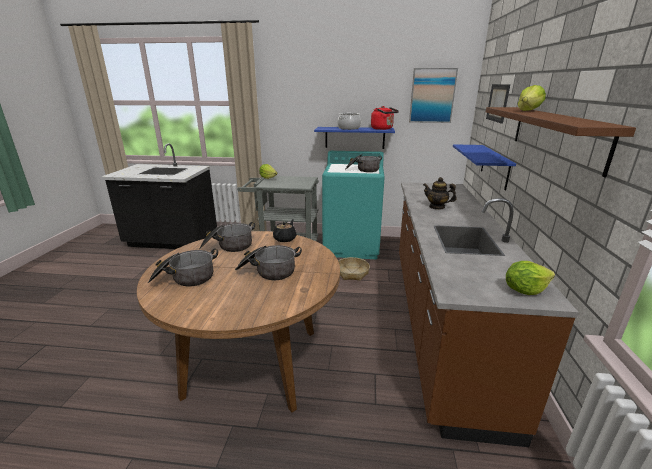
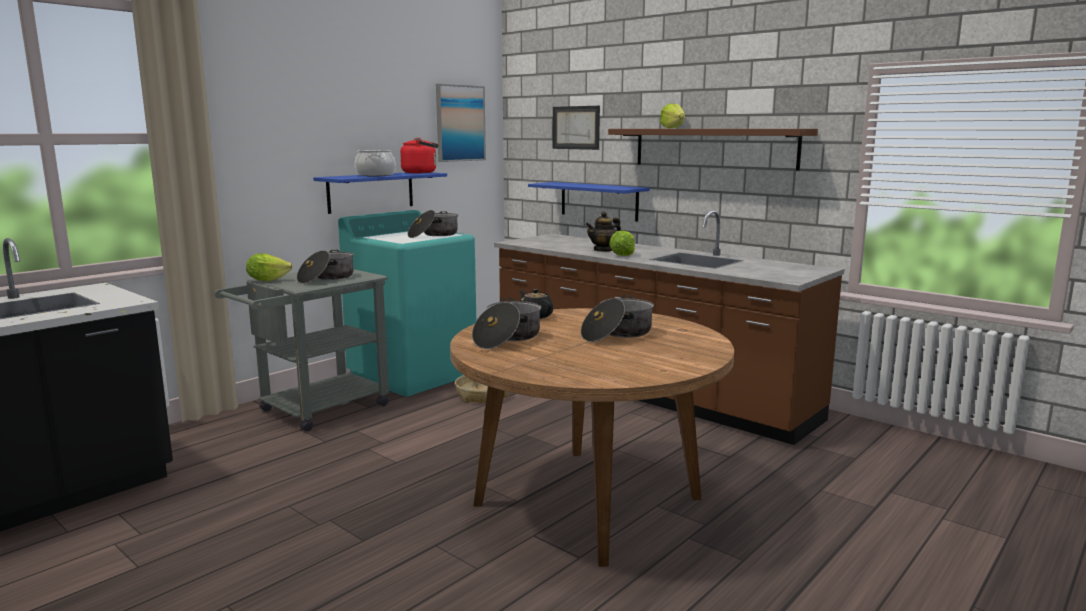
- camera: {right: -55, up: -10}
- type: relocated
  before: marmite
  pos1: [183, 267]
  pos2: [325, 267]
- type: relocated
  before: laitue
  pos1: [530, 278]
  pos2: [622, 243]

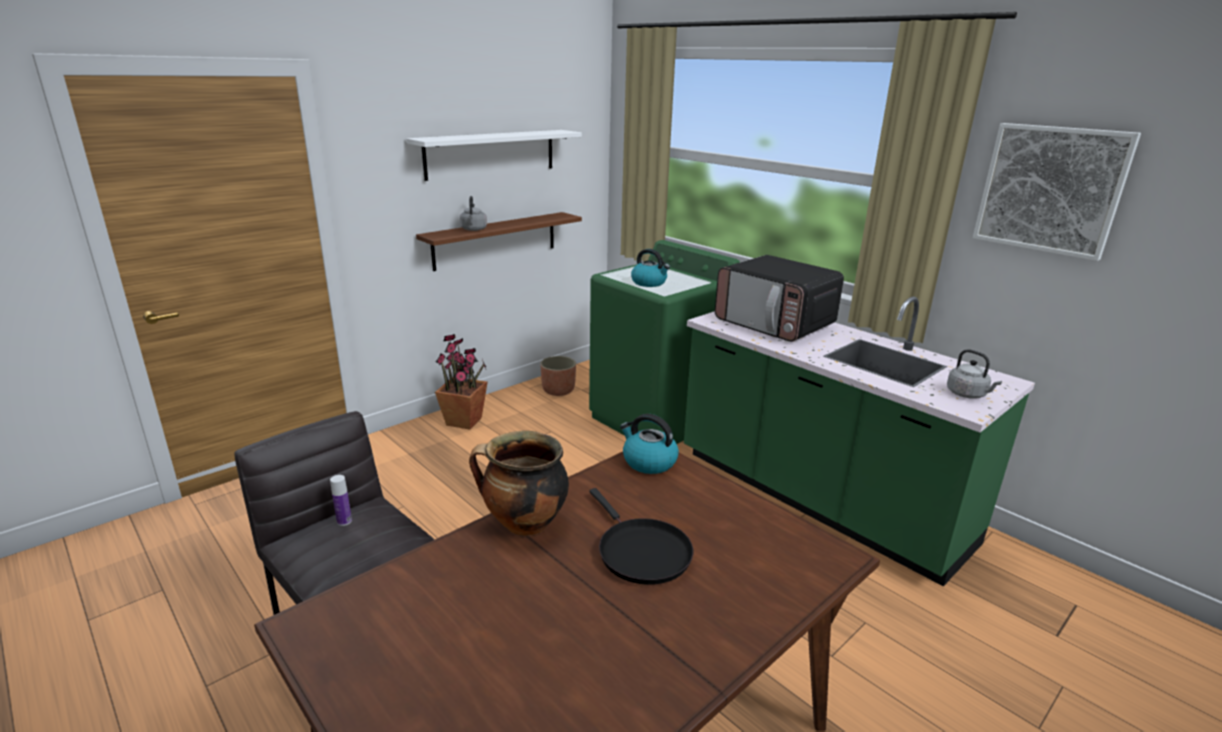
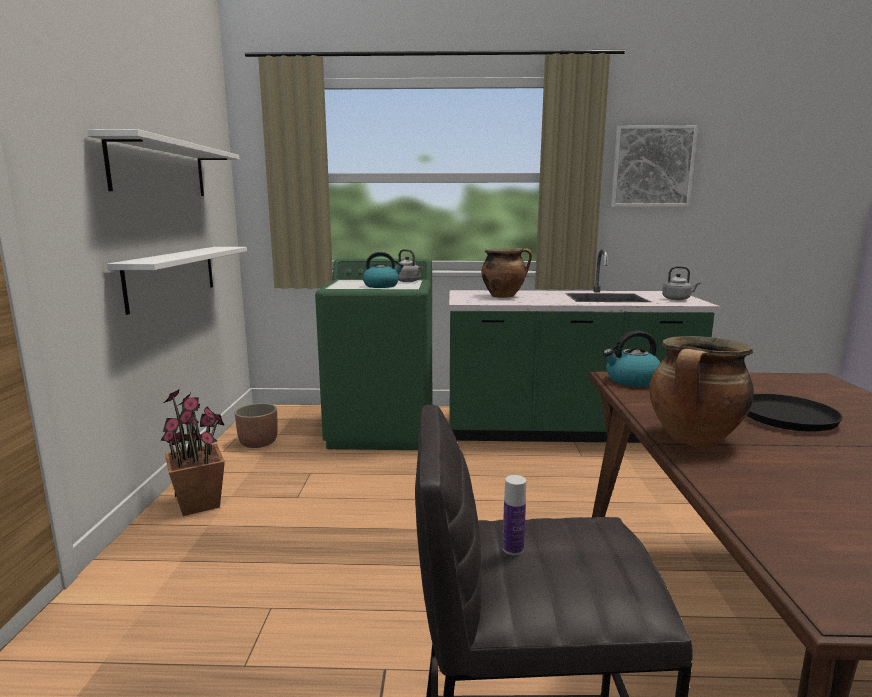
- camera: {right: -45, up: -10}
- type: colour
  before: étagère [marron]
  after: étagère [blanc]
  pos1: [499, 241]
  pos2: [177, 281]
- type: relocated
  before: bouilloire [gris]
  pos1: [473, 213]
  pos2: [409, 265]
- type: exchanged
  before: micro-ondes
  after: marmite
  pos1: [779, 298]
  pos2: [507, 273]

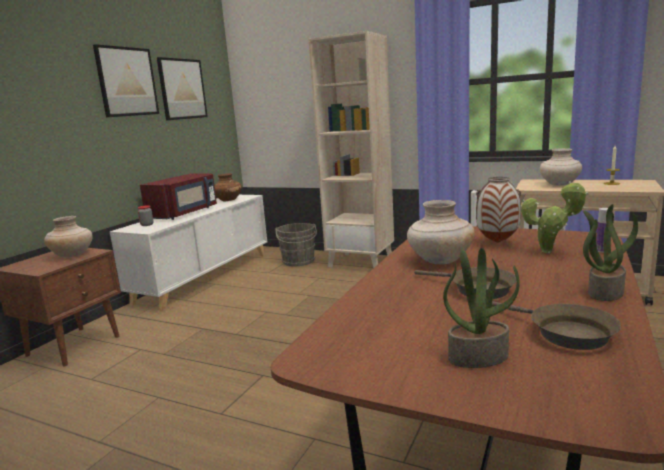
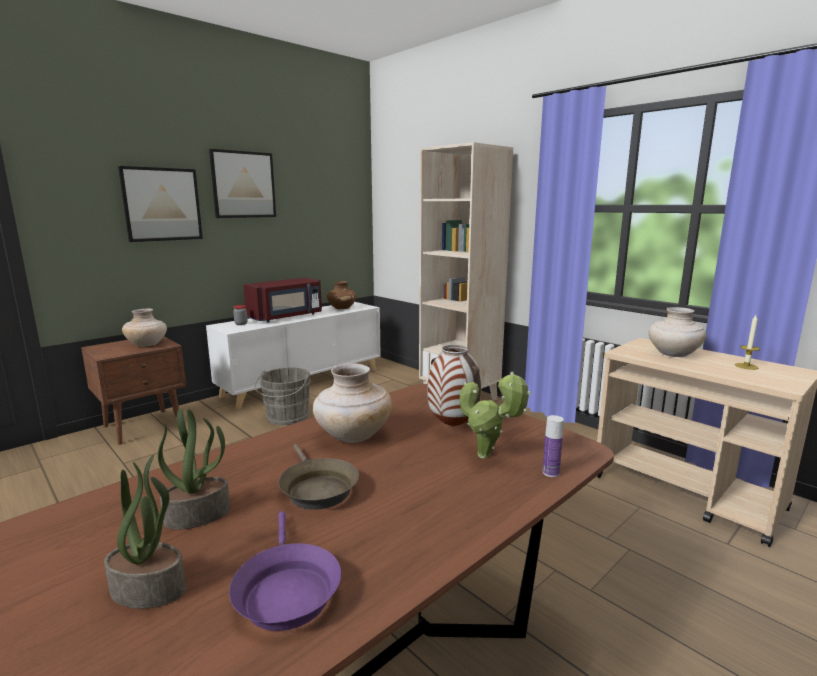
- camera: {right: 20, up: 0}
- type: relocated
  before: tableau
  pos1: [182, 88]
  pos2: [160, 204]
- type: relocated
  before: plante en pot
  pos1: [610, 252]
  pos2: [194, 469]
- type: colour
  before: poêle [marron]
  after: poêle [violet]
  pos1: [556, 325]
  pos2: [285, 571]
- type: relocated
  before: seau [gris]
  pos1: [296, 244]
  pos2: [282, 396]

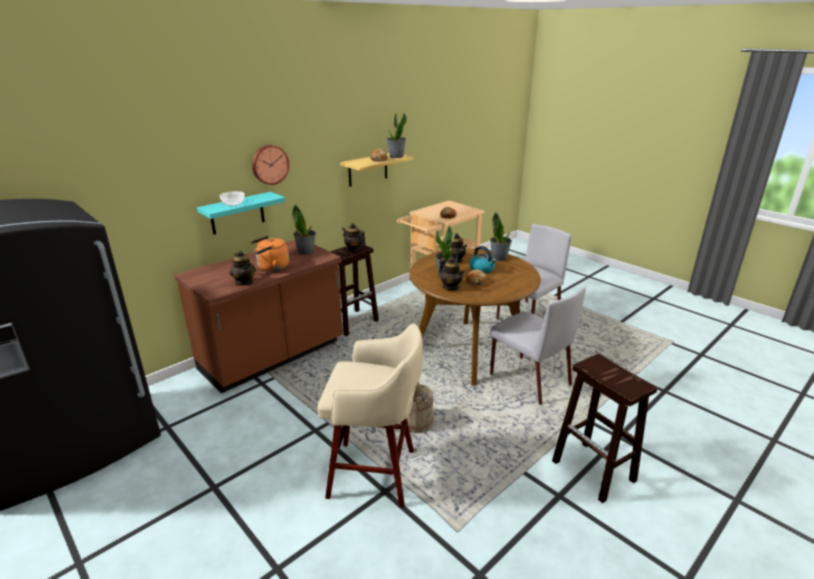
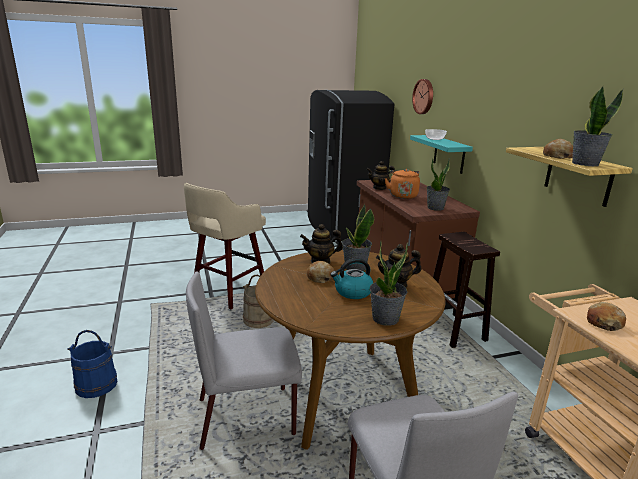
- camera: {right: 115, up: -5}
- type: exchanged
  before: tabouret [marron]
  after: seau [bleu]
  pos1: [604, 428]
  pos2: [92, 364]
- type: relocated
  before: horloge murale
  pos1: [270, 165]
  pos2: [422, 96]
- type: missing
  before: théière
  pos1: [354, 237]

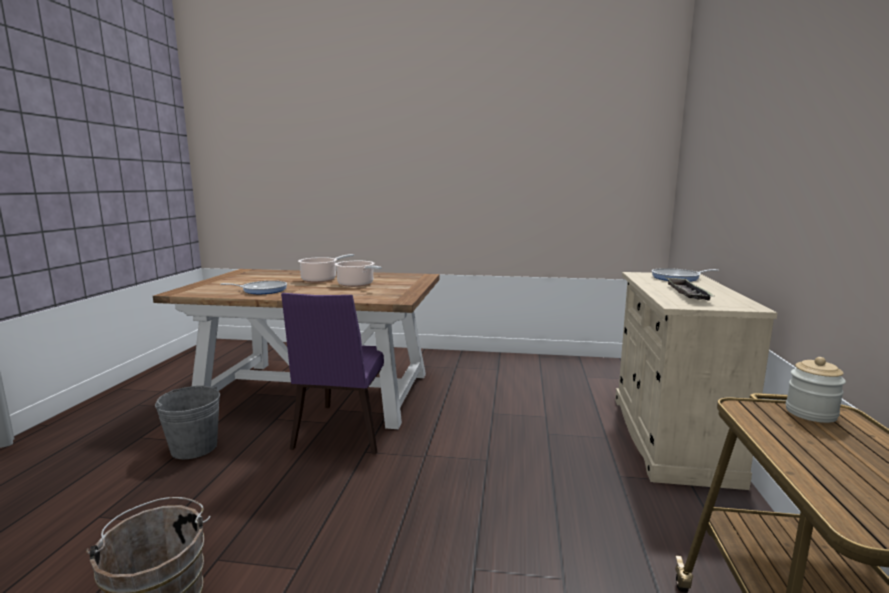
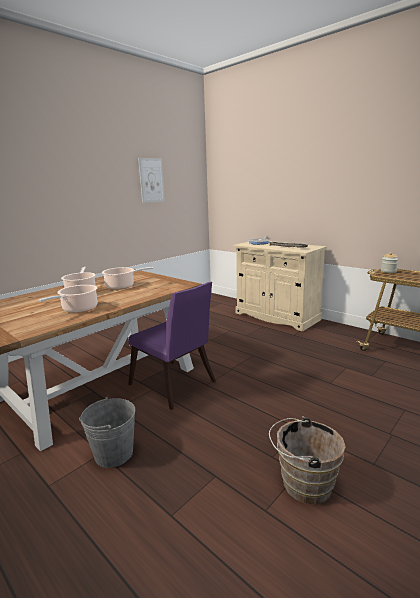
- camera: {right: -55, up: 5}
- type: exchanged
  before: poêle
  after: marmite
  pos1: [253, 287]
  pos2: [68, 299]
- type: appeared
  after: tableau
  pos2: [151, 180]

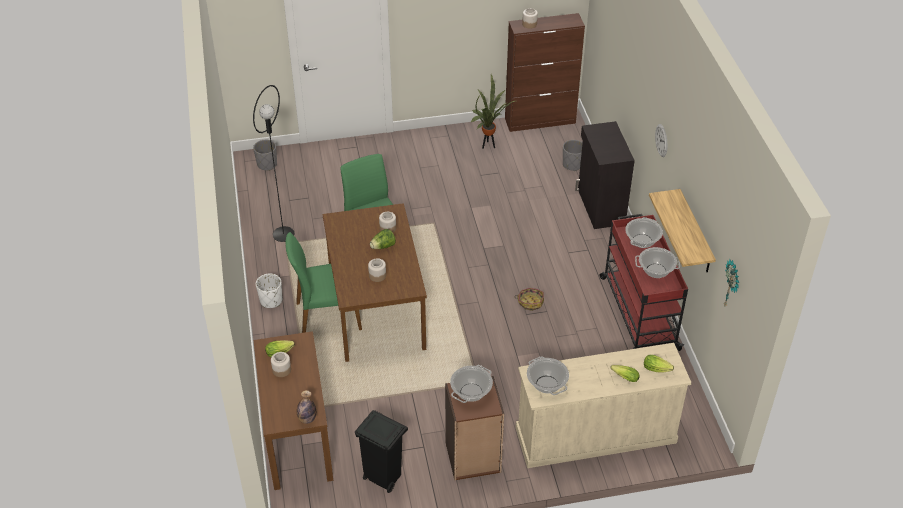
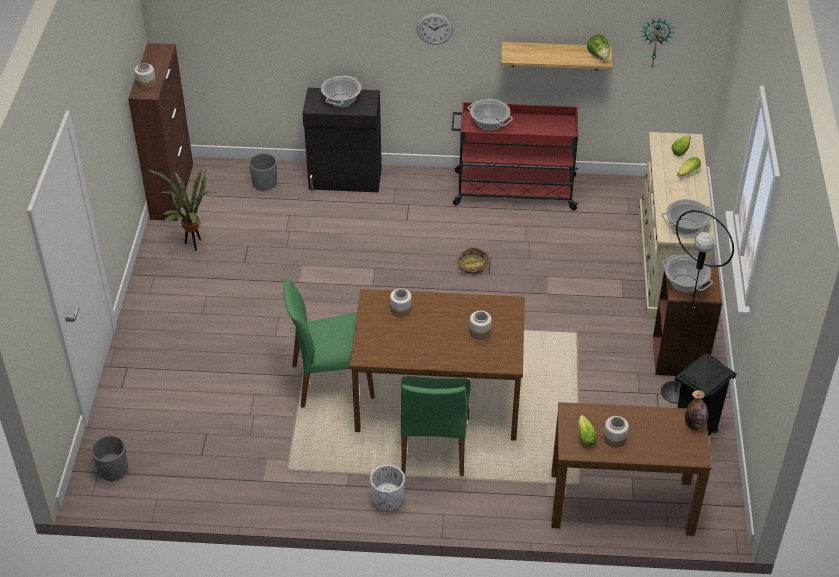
- camera: {right: -75, up: 0}
- type: relocated
  before: marmite
  pos1: [657, 262]
  pos2: [341, 91]
- type: relocated
  before: laitue
  pos1: [383, 239]
  pos2: [598, 47]
- type: relocated
  before: lampadaire [noir]
  pos1: [274, 163]
  pos2: [697, 307]

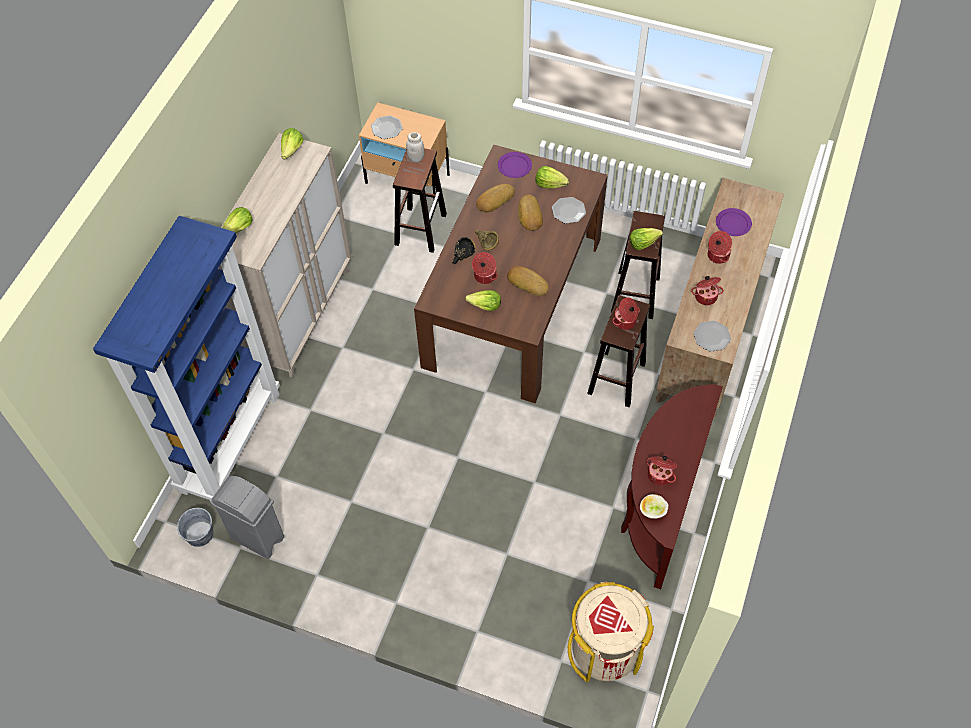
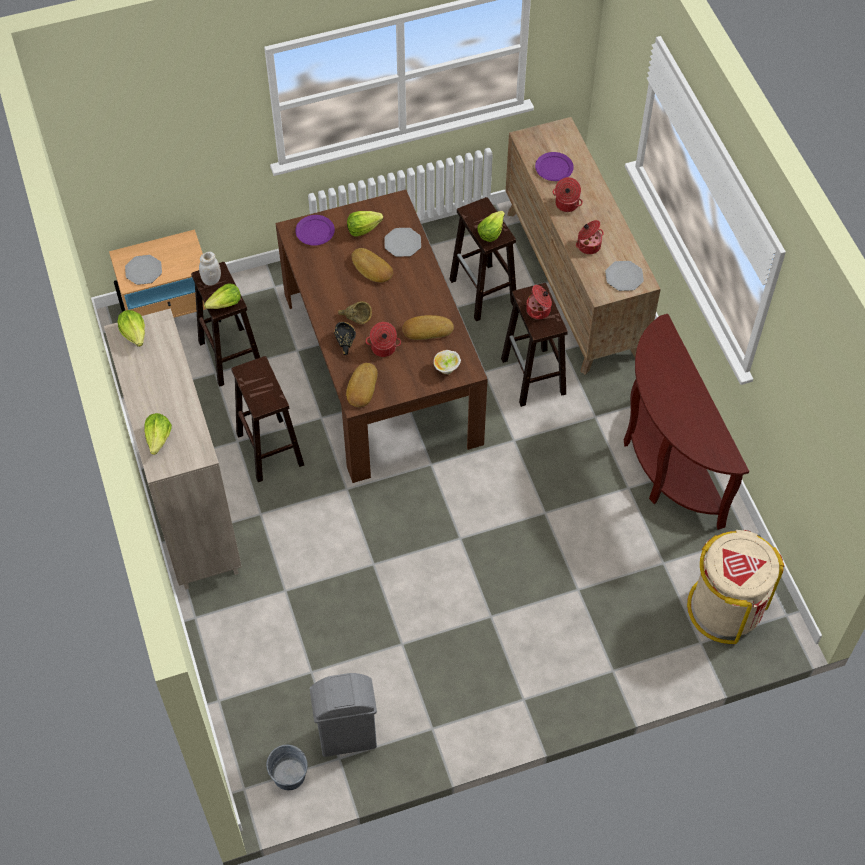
- camera: {right: -40, up: 0}
- type: relocated
  before: laitue
  pos1: [483, 300]
  pos2: [222, 296]
- type: appeared
  after: tabouret [marron]
  pos2: [267, 419]
- type: relocated
  before: pain
  pos1: [495, 198]
  pos2: [362, 385]
- type: relocated
  before: bol
  pos1: [654, 506]
  pos2: [447, 362]
- type: missing
  before: bibliothèque [bleu]
  pos1: [186, 359]
- type: missing
  before: marmite
  pos1: [661, 471]

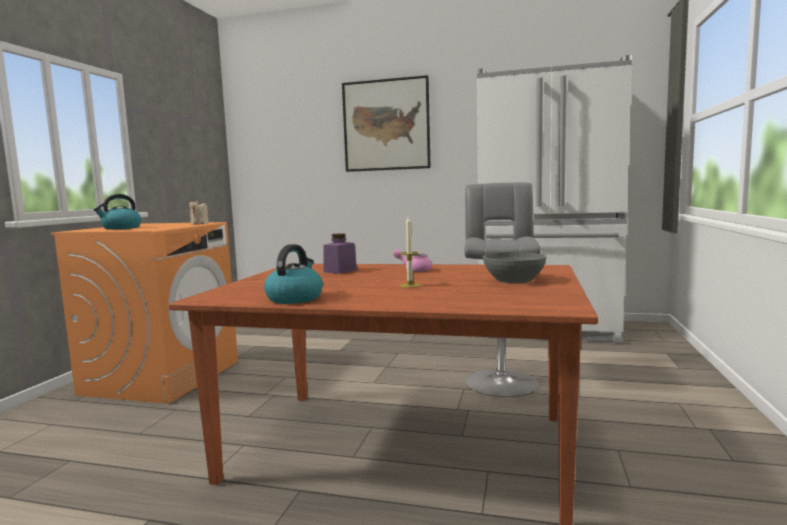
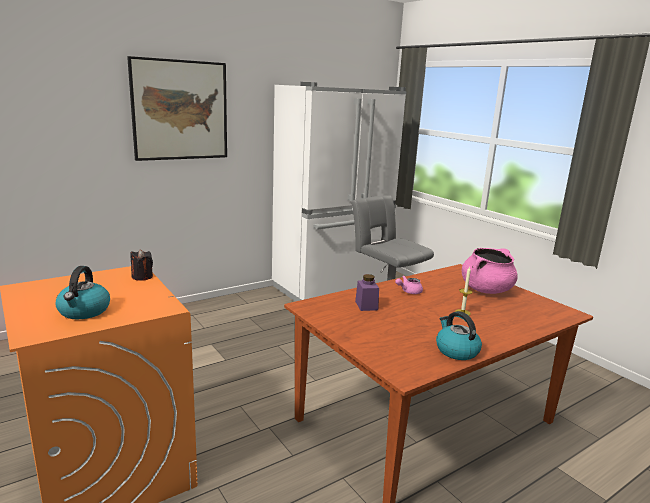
- camera: {right: -50, up: 10}
- type: colour
  before: bougie [beige]
  after: bougie [noir]
  pos1: [199, 212]
  pos2: [141, 265]
- type: exchanged
  before: bol [gris]
  after: marmite [rose]
  pos1: [515, 267]
  pos2: [490, 271]

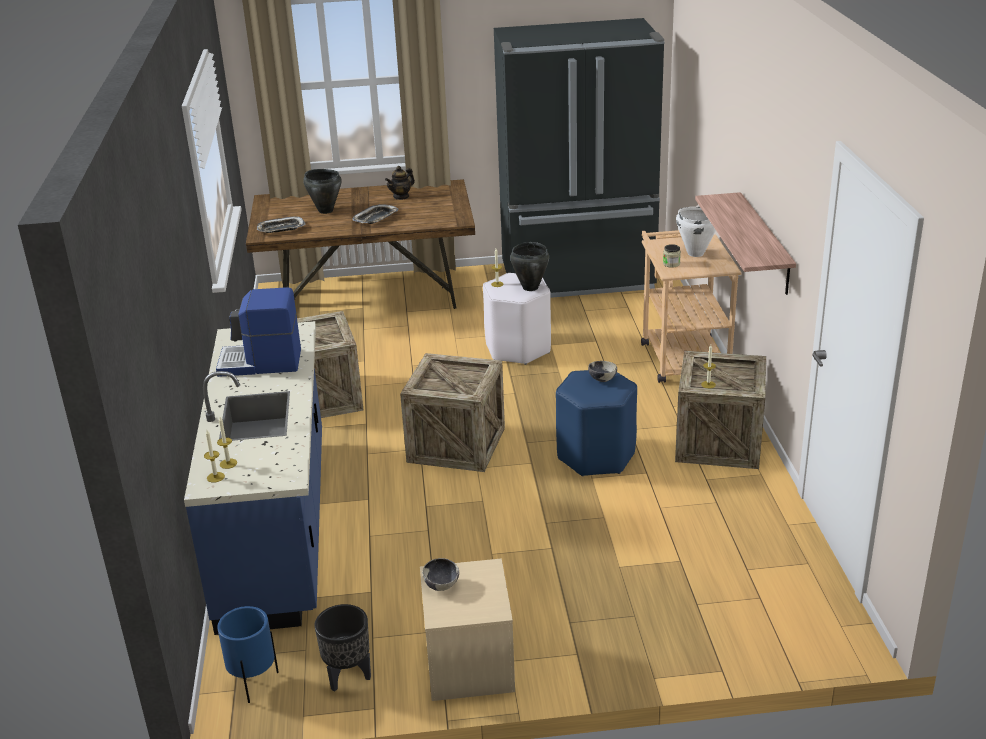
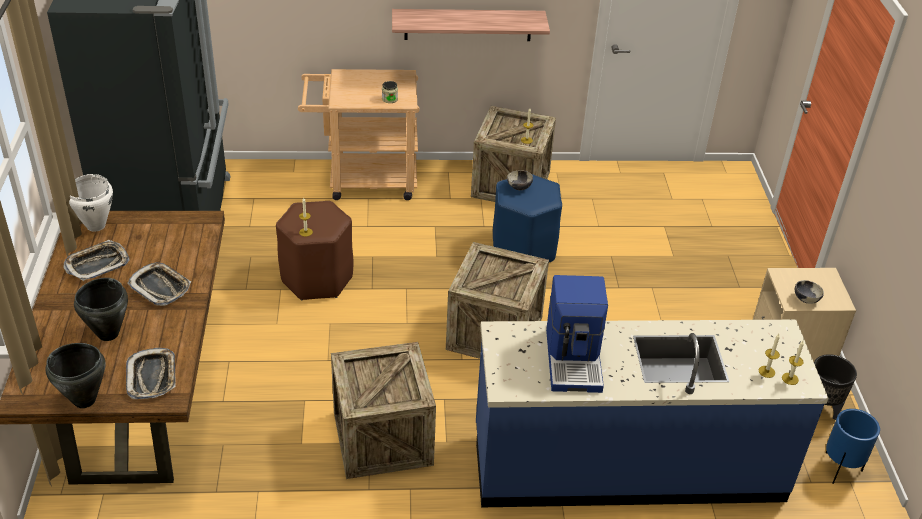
- camera: {right: -90, up: 10}
- type: relocated
  before: marmite [noir]
  pos1: [529, 266]
  pos2: [75, 375]
- type: exchanged
  before: théière
  after: plateau
  pos1: [400, 183]
  pos2: [96, 260]
- type: relocated
  before: marmite [blanc]
  pos1: [696, 232]
  pos2: [91, 203]
- type: colour
  before: tabouret [blanc]
  after: tabouret [marron]
  pos1: [517, 319]
  pos2: [314, 251]

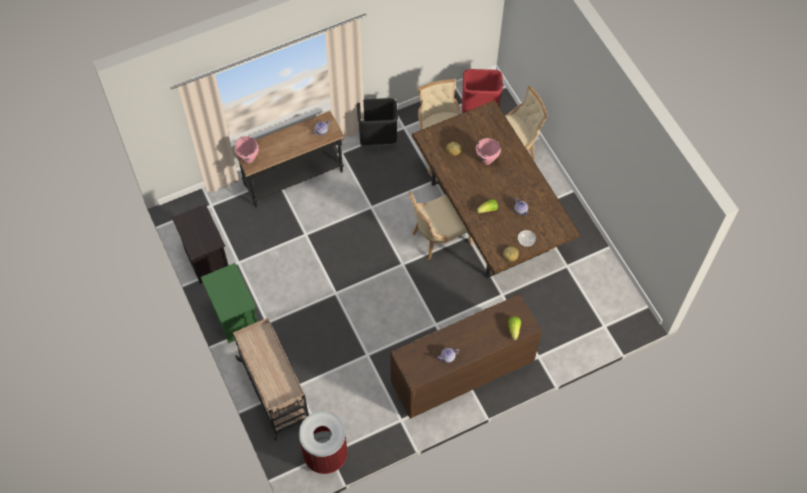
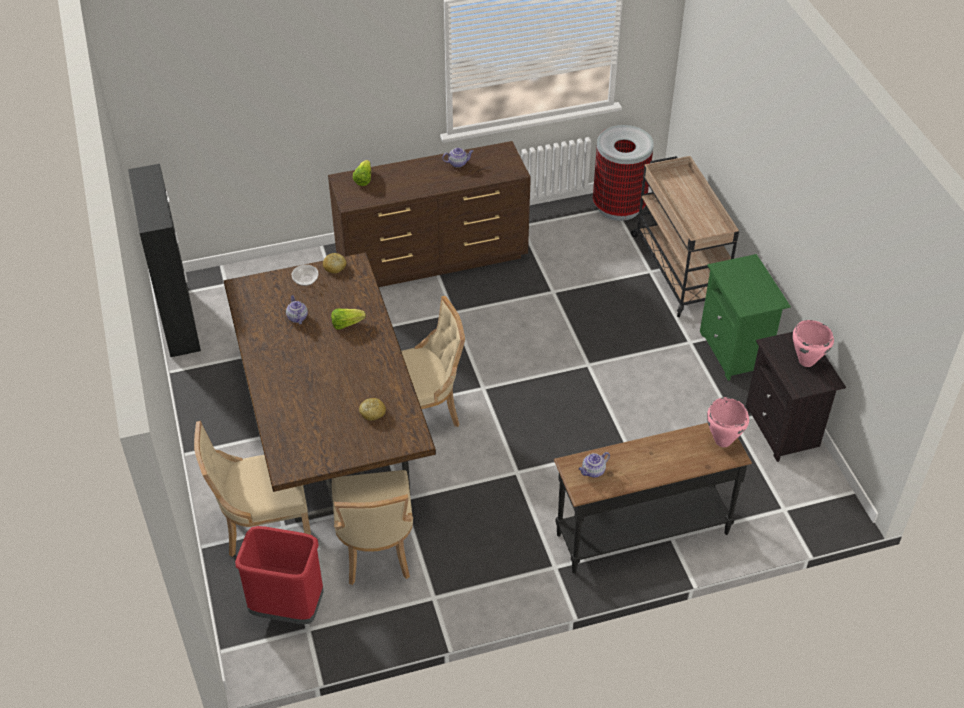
- camera: {right: -170, up: -15}
- type: appeared
  after: meuble de rangement [noir]
  pos2: [164, 260]
- type: relocated
  before: marmite [rose]
  pos1: [488, 151]
  pos2: [813, 343]
- type: missing
  before: poubelle [noir]
  pos1: [377, 123]

